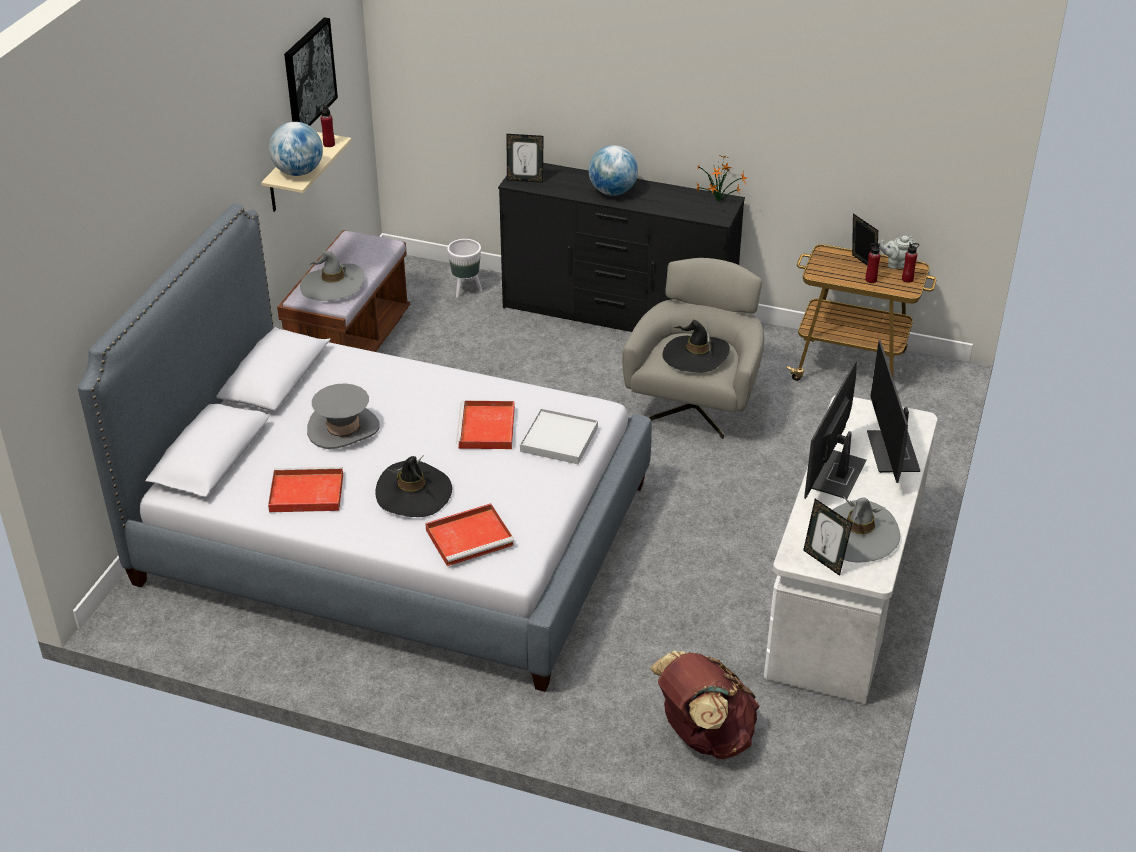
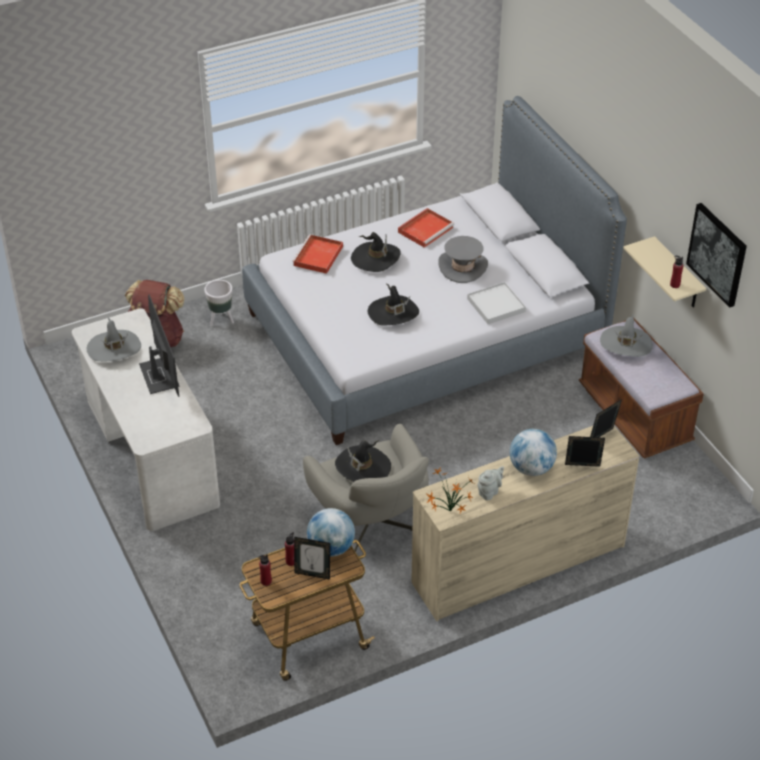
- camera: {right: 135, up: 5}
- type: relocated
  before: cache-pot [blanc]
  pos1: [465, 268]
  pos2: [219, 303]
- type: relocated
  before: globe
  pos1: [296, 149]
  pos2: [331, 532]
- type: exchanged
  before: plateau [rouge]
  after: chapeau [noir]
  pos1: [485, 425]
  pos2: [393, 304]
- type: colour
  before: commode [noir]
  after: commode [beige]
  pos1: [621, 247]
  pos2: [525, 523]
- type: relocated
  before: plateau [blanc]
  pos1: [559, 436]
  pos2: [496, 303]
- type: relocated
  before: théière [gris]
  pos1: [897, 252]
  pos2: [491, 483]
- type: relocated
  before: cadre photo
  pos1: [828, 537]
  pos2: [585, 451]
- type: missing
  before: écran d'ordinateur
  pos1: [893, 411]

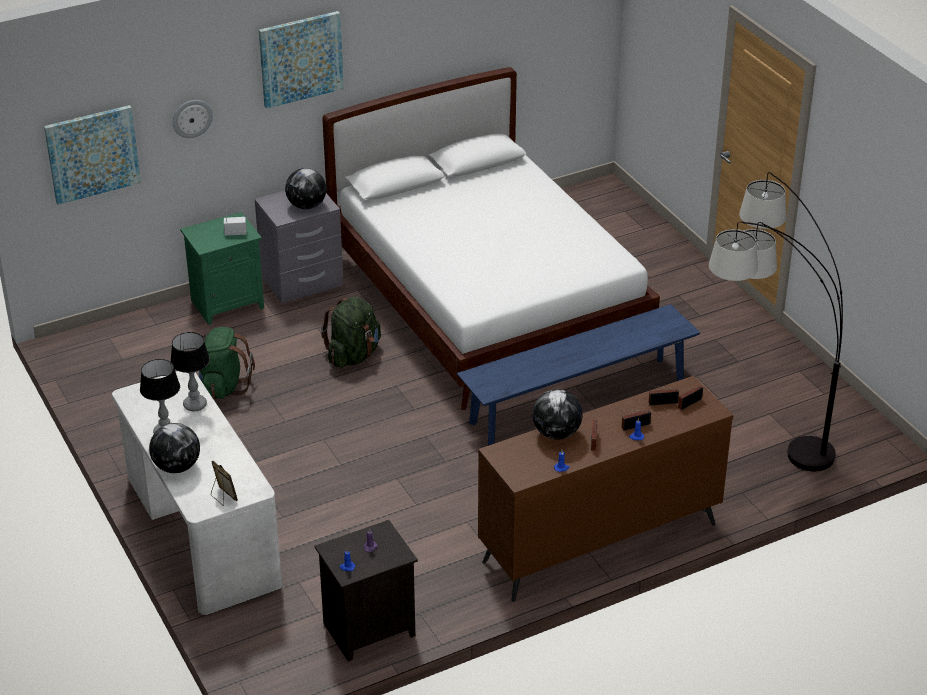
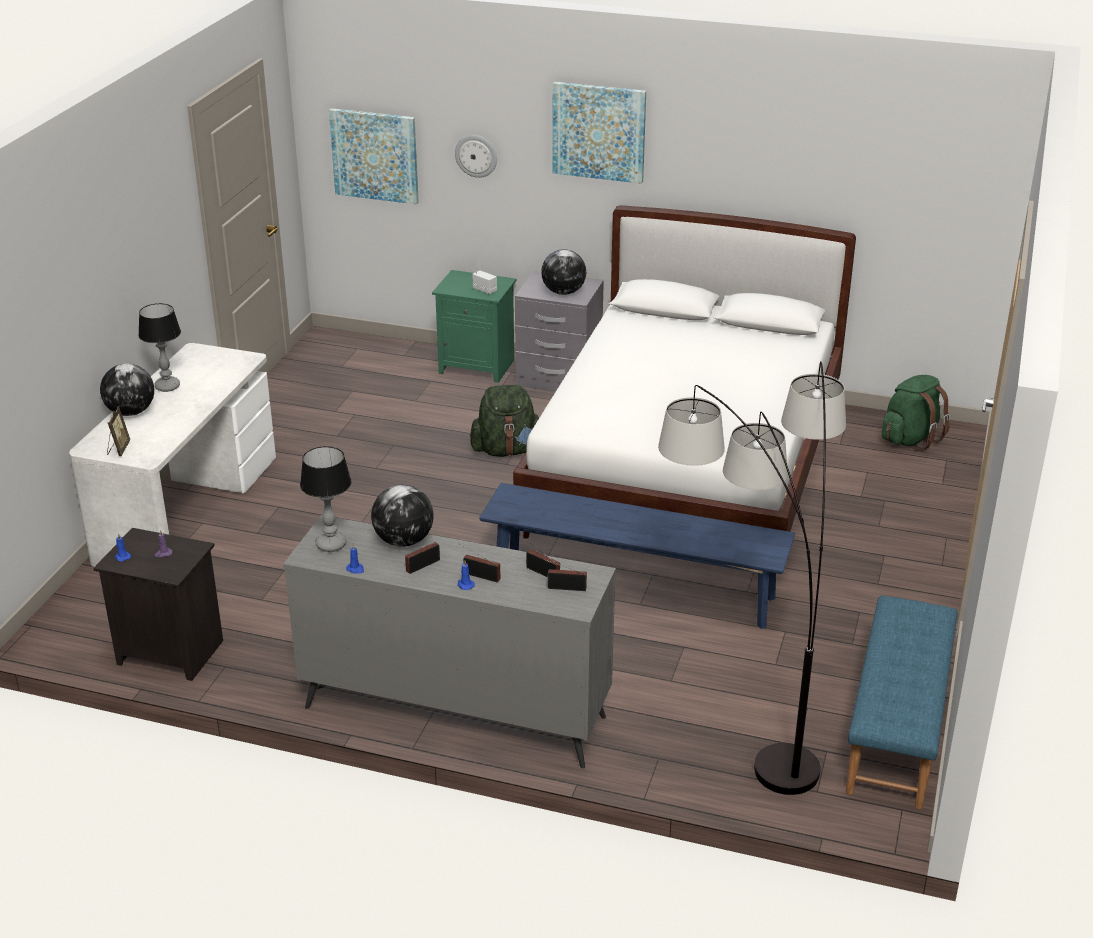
- camera: {right: 45, up: -5}
- type: colour
  before: commode [marron]
  after: commode [gris]
  pos1: [605, 489]
  pos2: [449, 641]
- type: relocated
  before: lampe de table
  pos1: [190, 371]
  pos2: [326, 499]
- type: appeared
  after: banc [bleu]
  pos2: [902, 702]
- type: relocated
  before: sac à dos [vert]
  pos1: [227, 363]
  pos2: [916, 413]

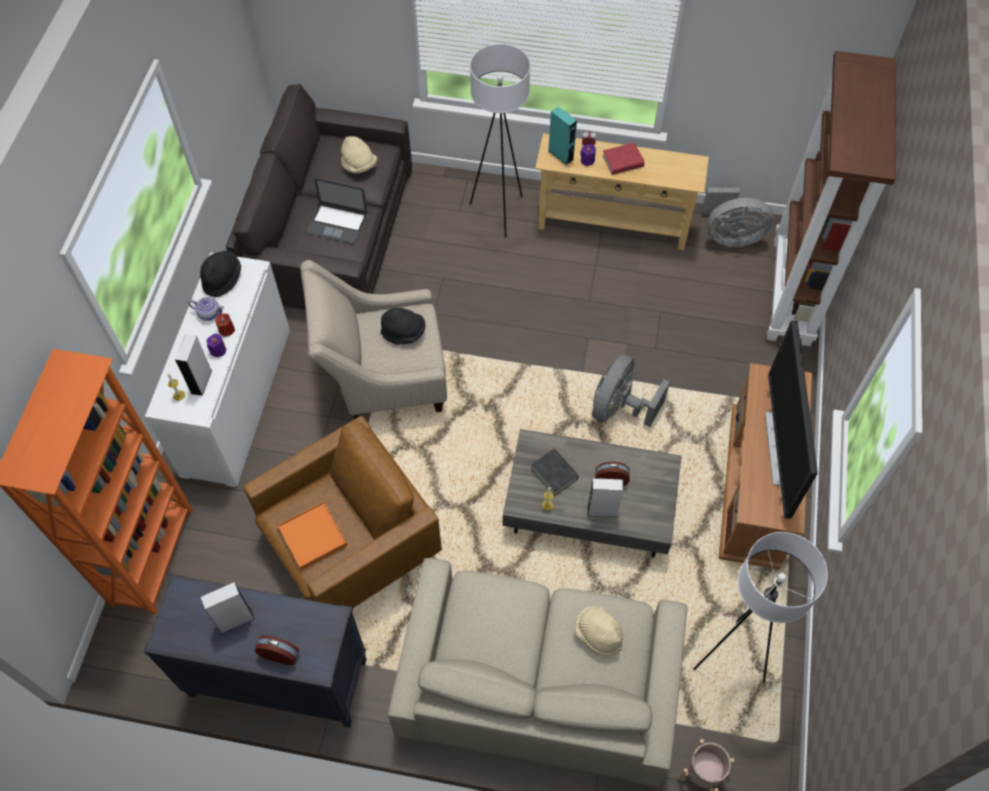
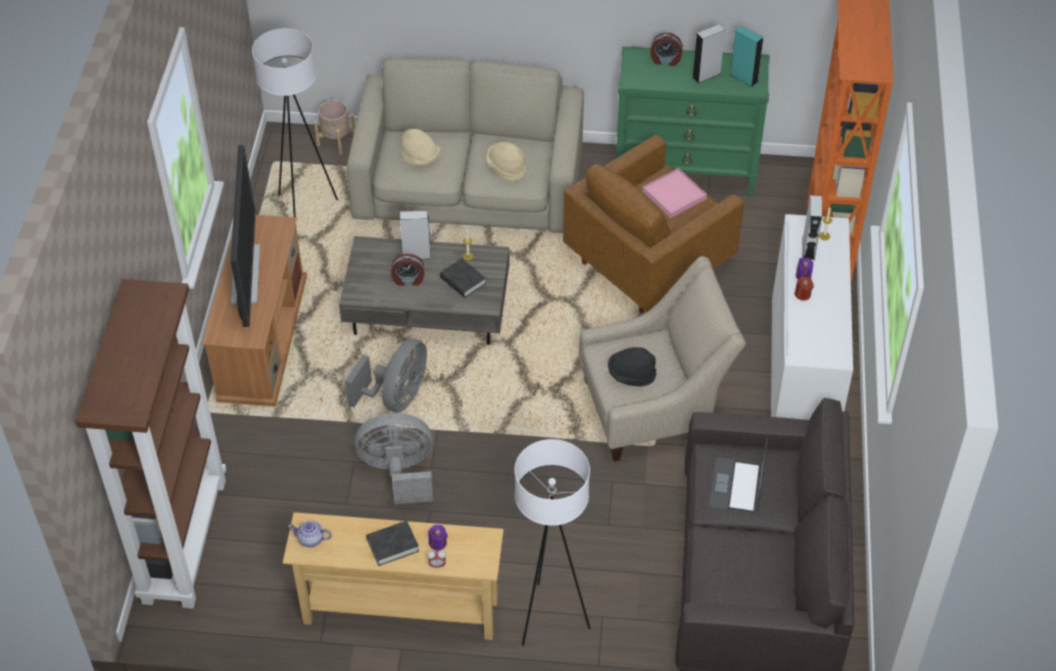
- camera: {right: 175, up: -10}
- type: relocated
  before: théière
  pos1: [206, 309]
  pos2: [310, 533]
- type: relocated
  before: ventilateur [gris]
  pos1: [738, 217]
  pos2: [393, 458]
- type: colour
  before: livre [rouge]
  after: livre [noir]
  pos1: [624, 159]
  pos2: [392, 543]
- type: relocated
  before: chapeau [beige]
  pos1: [359, 155]
  pos2: [506, 161]
- type: colour
  before: commode [noir]
  after: commode [vert]
  pos1: [255, 651]
  pos2: [692, 121]
- type: colour
  before: plateau [orange]
  after: plateau [rose]
  pos1: [312, 536]
  pos2: [674, 193]
- type: spun
  before: ordinateur portable
  pos1: [337, 210]
  pos2: [738, 475]
  turn: -90
- type: relocated
  before: enceinte [turquoise]
  pos1: [562, 136]
  pos2: [746, 56]
- type: missing
  before: chapeau [noir]
  pos1: [220, 274]

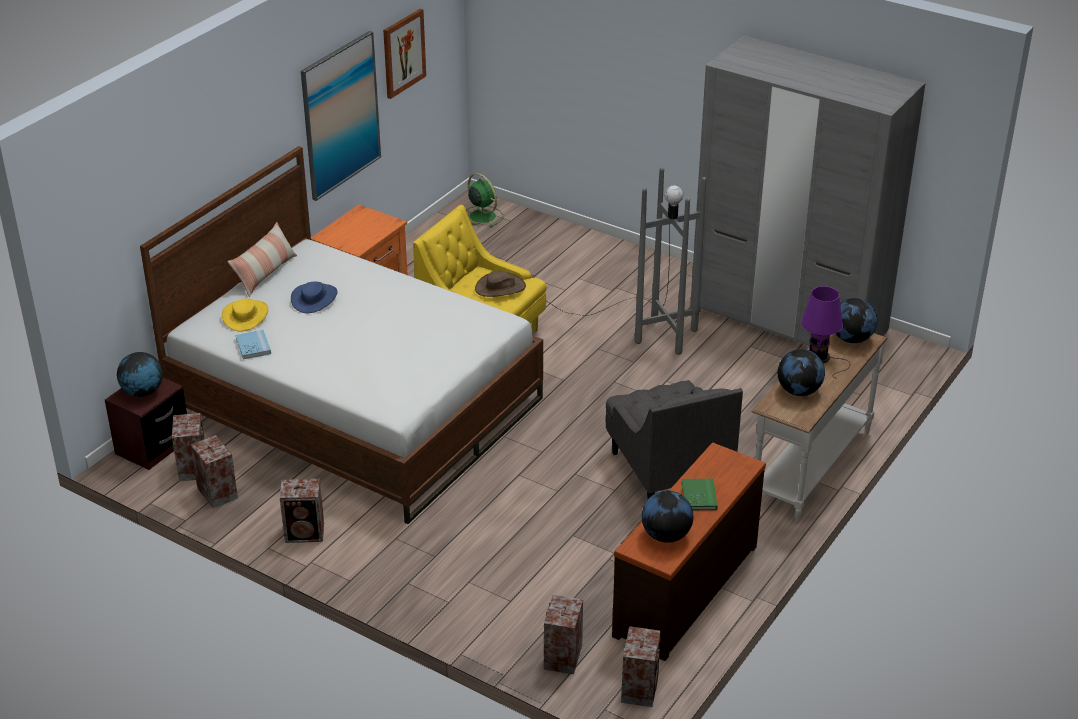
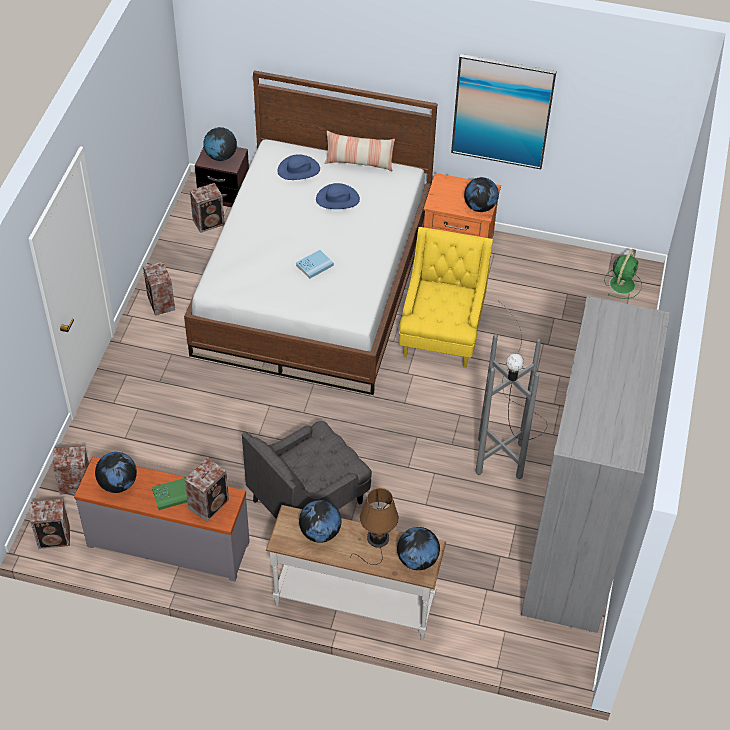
- camera: {right: 70, up: 15}
- type: colour
  before: commode [marron]
  after: commode [gris]
  pos1: [689, 551]
  pos2: [162, 518]
- type: relocated
  before: enceinte
  pos1: [214, 471]
  pos2: [206, 490]
- type: colour
  before: chapeau [jaune]
  after: chapeau [bleu]
  pos1: [245, 315]
  pos2: [298, 167]
- type: relocated
  before: livre [bleu]
  pos1: [253, 344]
  pos2: [315, 264]
- type: colour
  before: lampe de table [violet]
  after: lampe de table [marron]
  pos1: [825, 332]
  pos2: [374, 526]
- type: appeared
  after: globe
  pos2: [481, 194]
- type: missing
  before: tableau
  pos1: [404, 54]
- type: missing
  before: chapeau [marron]
  pos1: [500, 283]

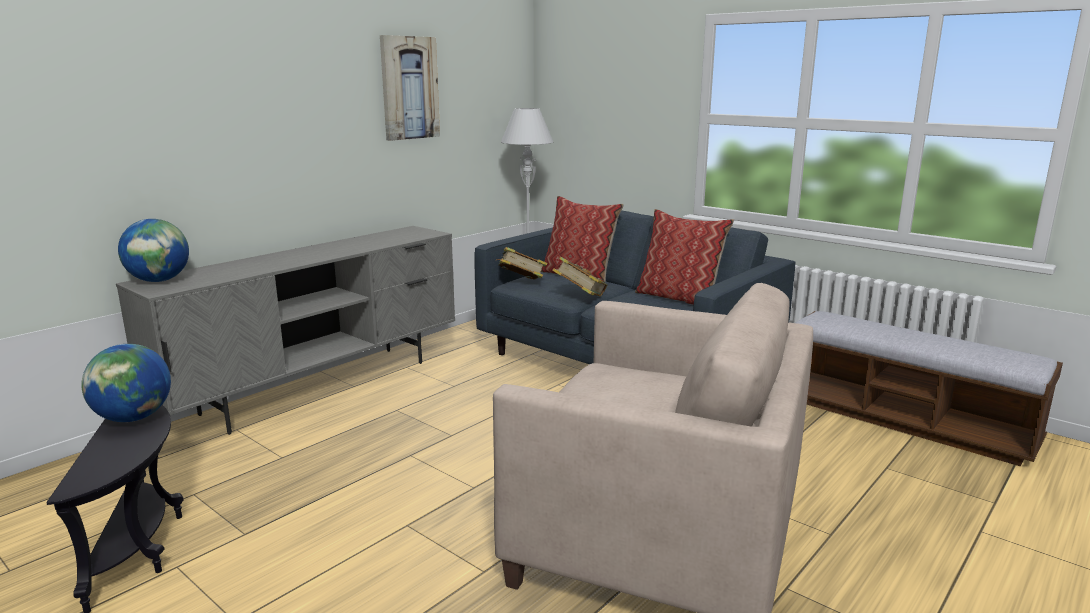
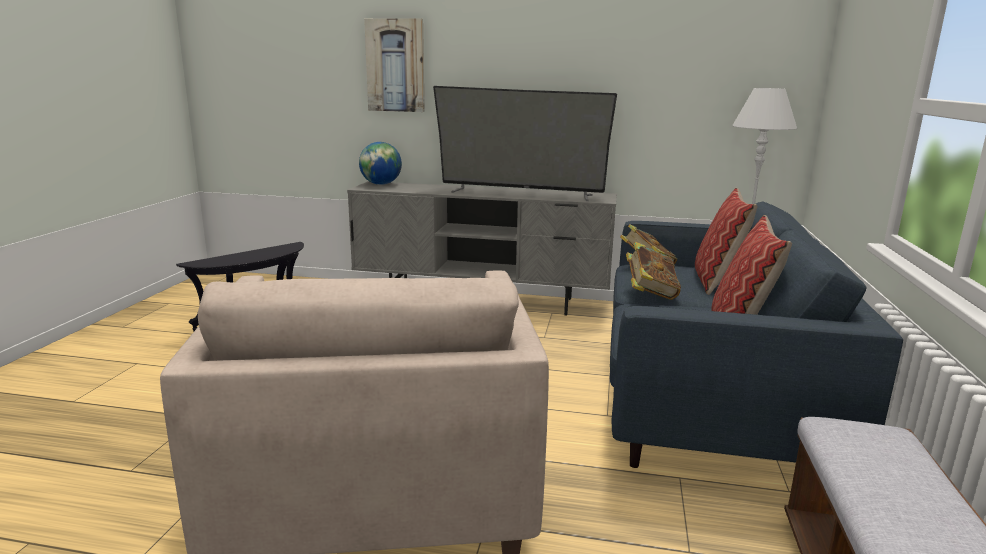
- camera: {right: 60, up: 0}
- type: relocated
  before: tableau
  pos1: [410, 88]
  pos2: [394, 65]
- type: appeared
  after: téléviseur
  pos2: [525, 143]
- type: missing
  before: globe
  pos1: [126, 383]

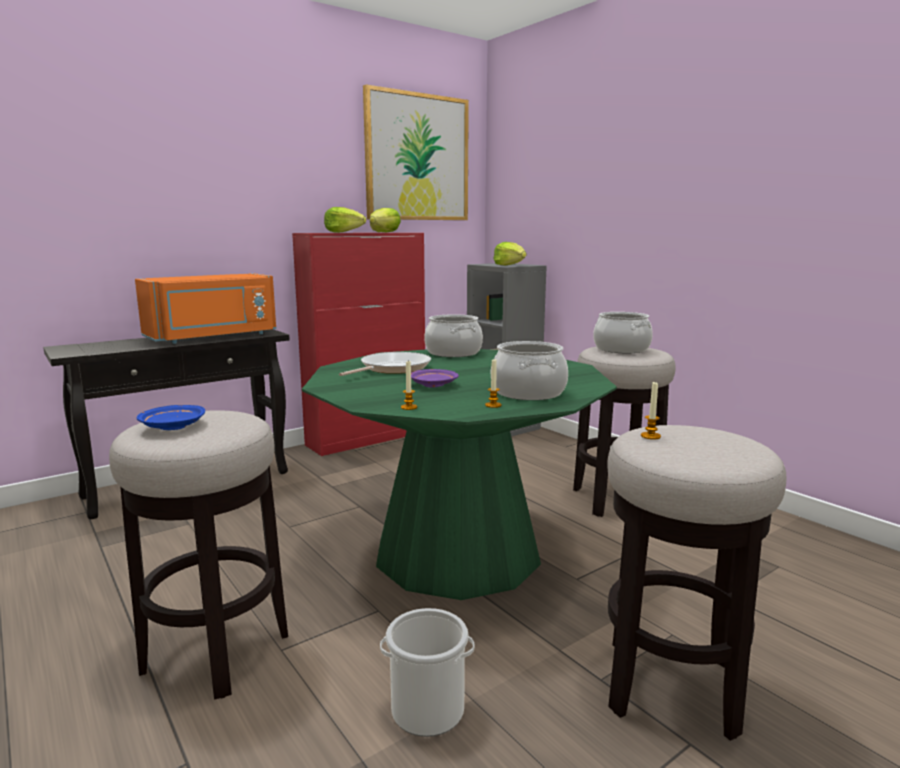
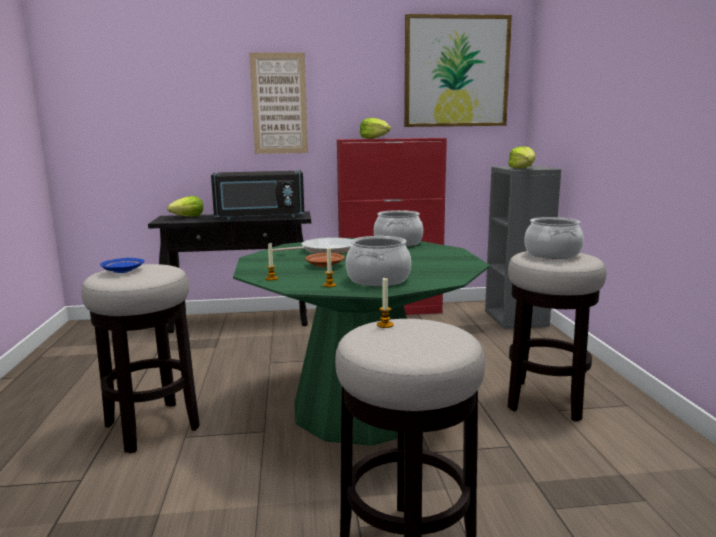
- camera: {right: 30, up: 0}
- type: relocated
  before: laitue
  pos1: [385, 220]
  pos2: [185, 206]
- type: colour
  before: micro-ondes [orange]
  after: micro-ondes [noir]
  pos1: [205, 308]
  pos2: [258, 195]
- type: appeared
  after: tableau
  pos2: [278, 103]
- type: colour
  before: assiette [violet]
  after: assiette [marron]
  pos1: [435, 378]
  pos2: [325, 260]
- type: missing
  before: seau
  pos1: [427, 672]

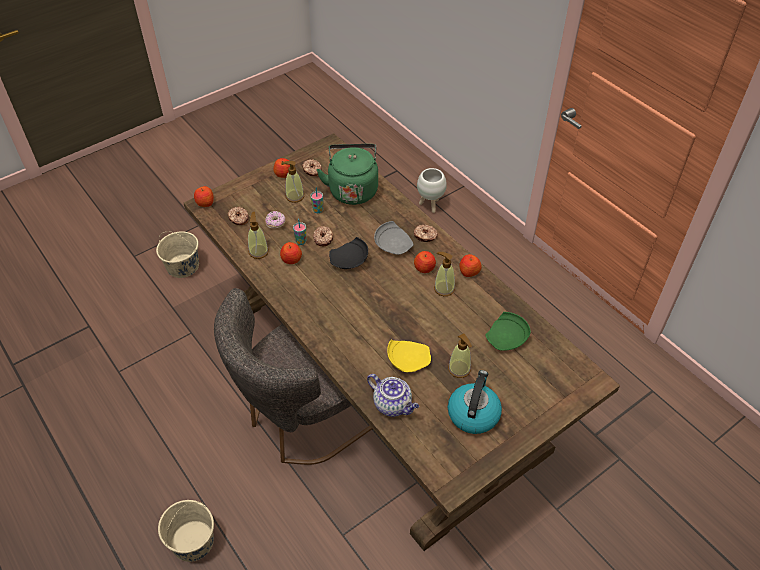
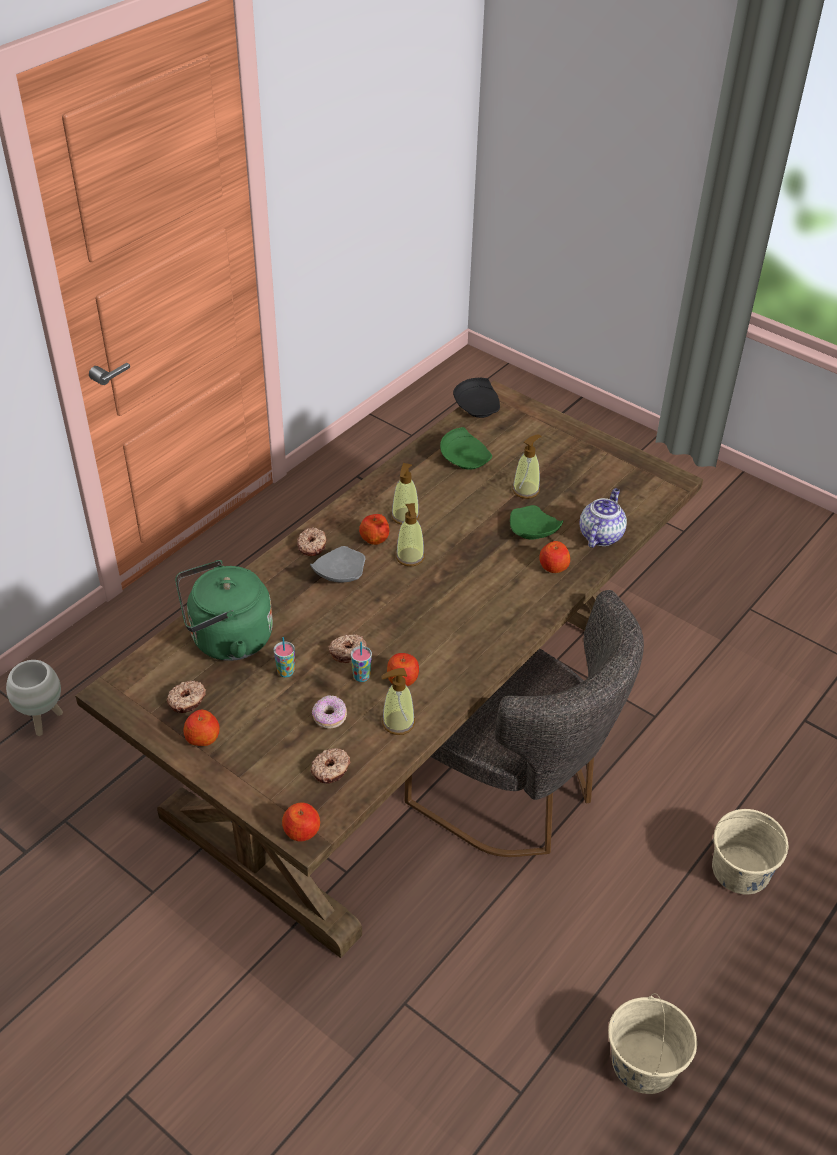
- camera: {right: -105, up: -5}
- type: relocated
  before: distributeur de savon
  pos1: [292, 182]
  pos2: [410, 534]
- type: relocated
  before: assiette [noir]
  pos1: [348, 253]
  pos2: [476, 398]
- type: colour
  before: assiette [jaune]
  after: assiette [vert]
  pos1: [409, 355]
  pos2: [536, 522]
- type: relocated
  before: pomme
  pos1: [470, 265]
  pos2: [554, 557]
- type: relocated
  before: seau [beige]
  pos1: [177, 254]
  pos2: [652, 1043]
- type: missing
  before: bouilloire
  pos1: [475, 402]

